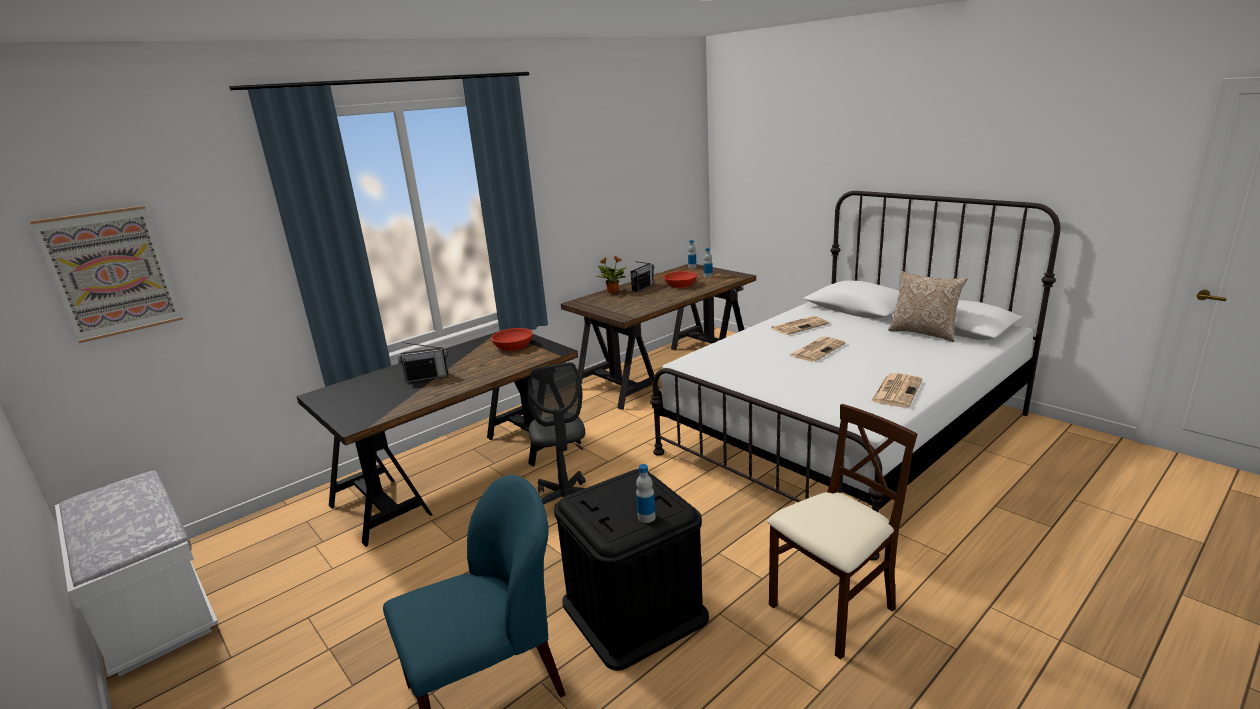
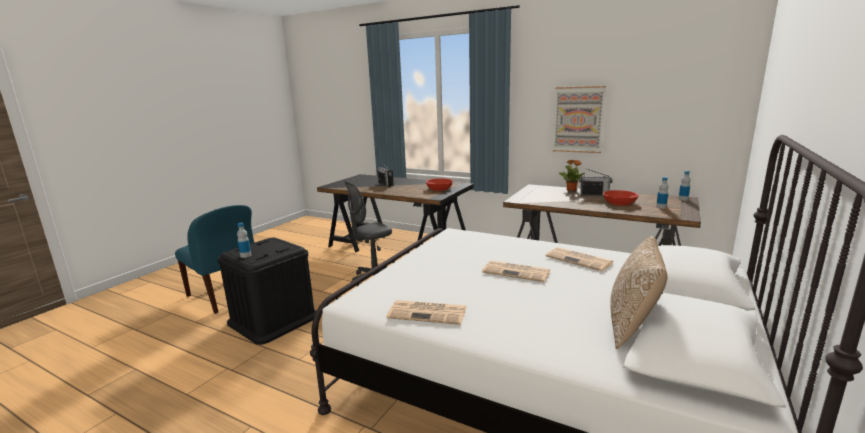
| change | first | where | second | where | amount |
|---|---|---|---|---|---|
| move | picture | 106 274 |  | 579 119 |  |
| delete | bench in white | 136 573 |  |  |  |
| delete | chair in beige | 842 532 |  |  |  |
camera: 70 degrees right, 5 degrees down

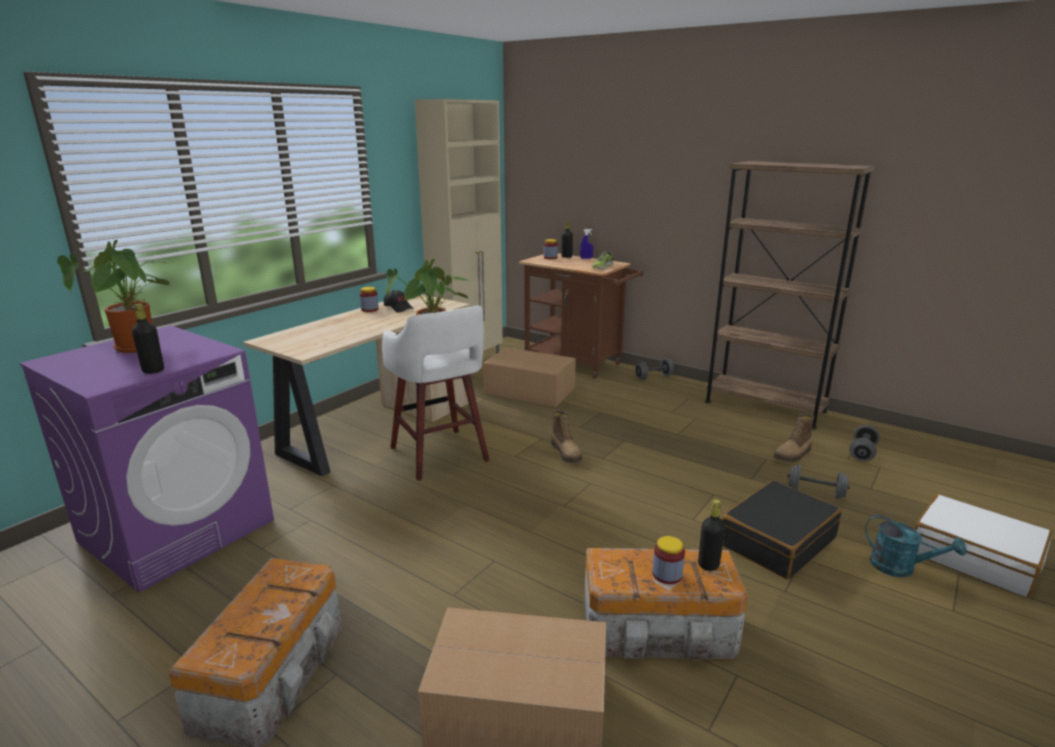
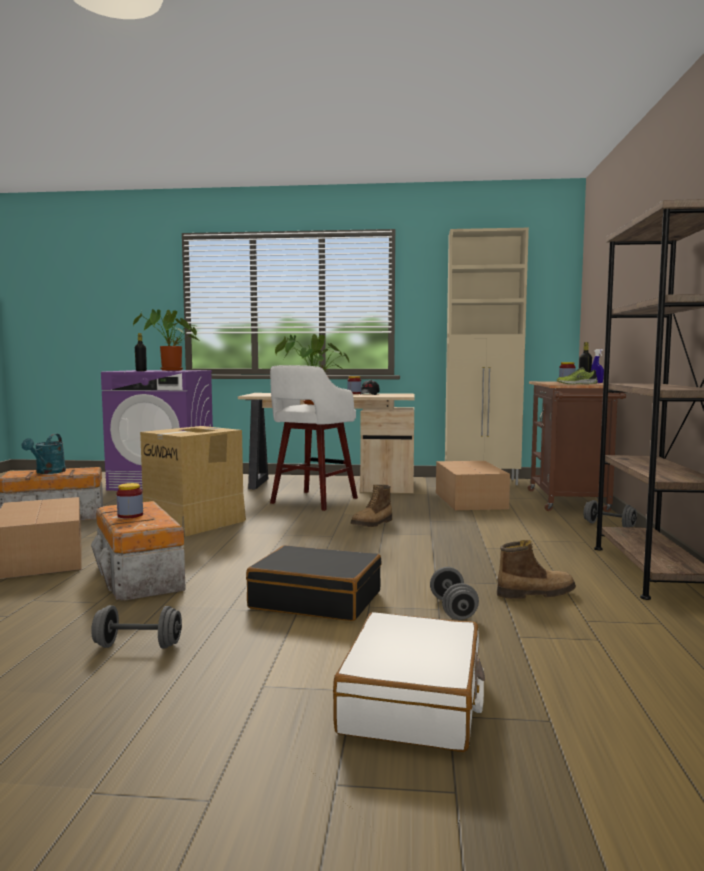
| change | first | where | second | where | amount |
|---|---|---|---|---|---|
| move | watering can in turquoise | 915 546 |  | 44 454 |  |
| move | dumbbell in grey | 864 443 |  | 136 627 |  |
| insert |  |  | cardboard box | 193 481 |  |
| rotate | boot | 793 437 |  | 536 569 | 150 degrees clockwise |
| delete | bottle in black | 711 535 |  |  |  |
camera: 60 degrees right, 15 degrees down

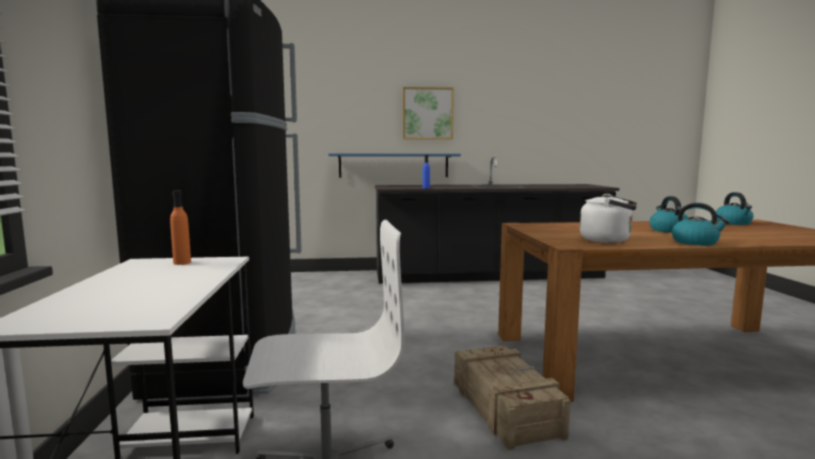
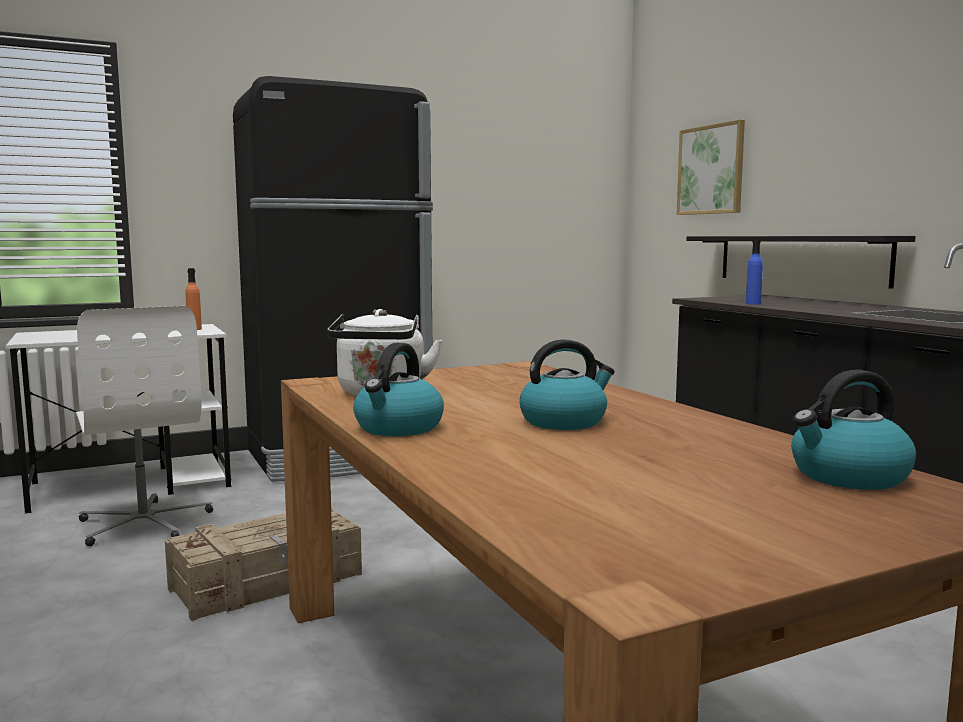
| change | first | where | second | where | amount |
|---|---|---|---|---|---|
| move | picture | 428 113 |  | 711 167 |  |
| recolor | shelf in blue | 394 166 | shelf in black | 801 262 |  |
camera: 70 degrees right, 0 degrees up

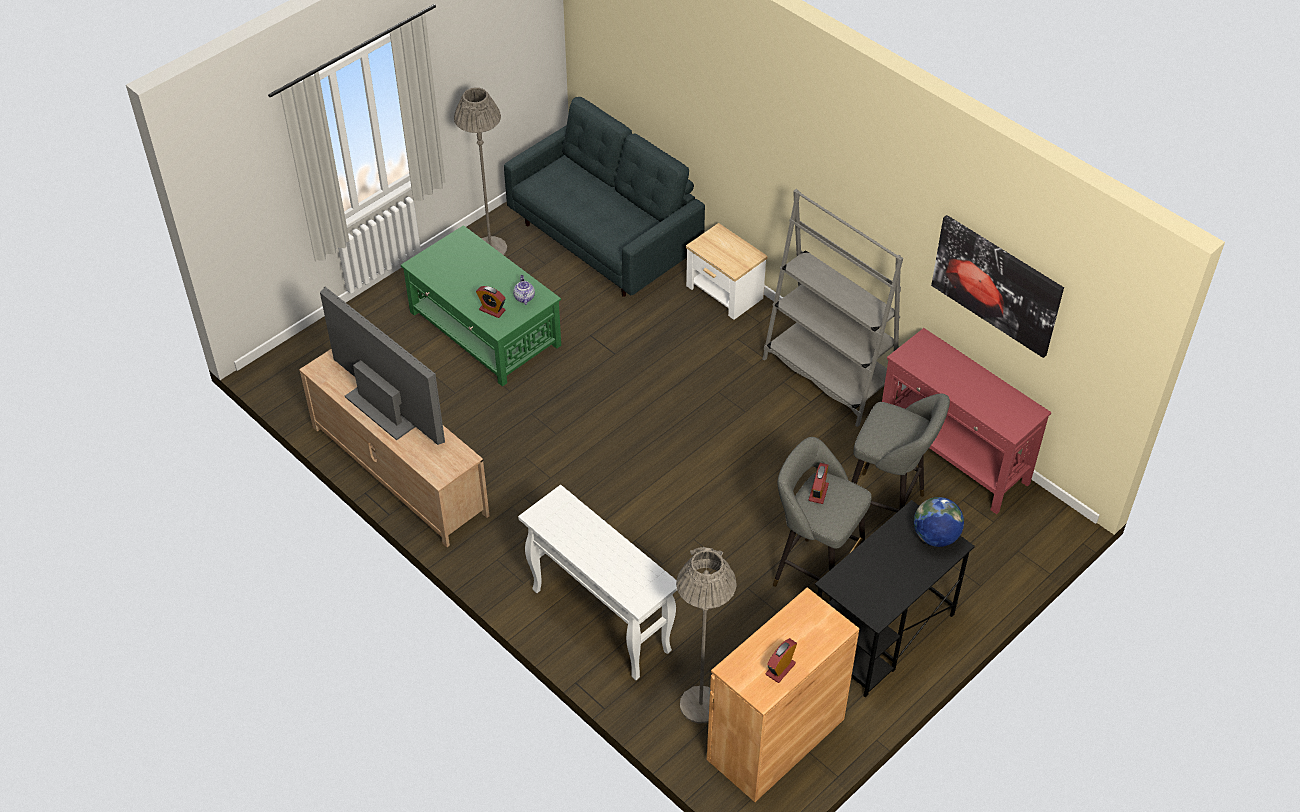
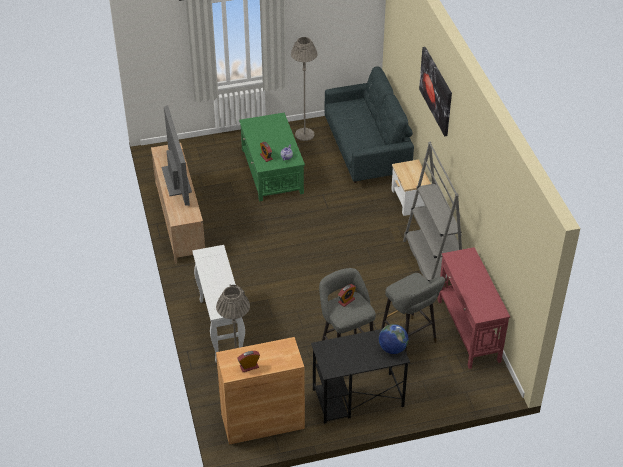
| change | first | where | second | where | amount |
|---|---|---|---|---|---|
| move | picture | 997 286 |  | 435 91 |  |
camera: 30 degrees right, 5 degrees down

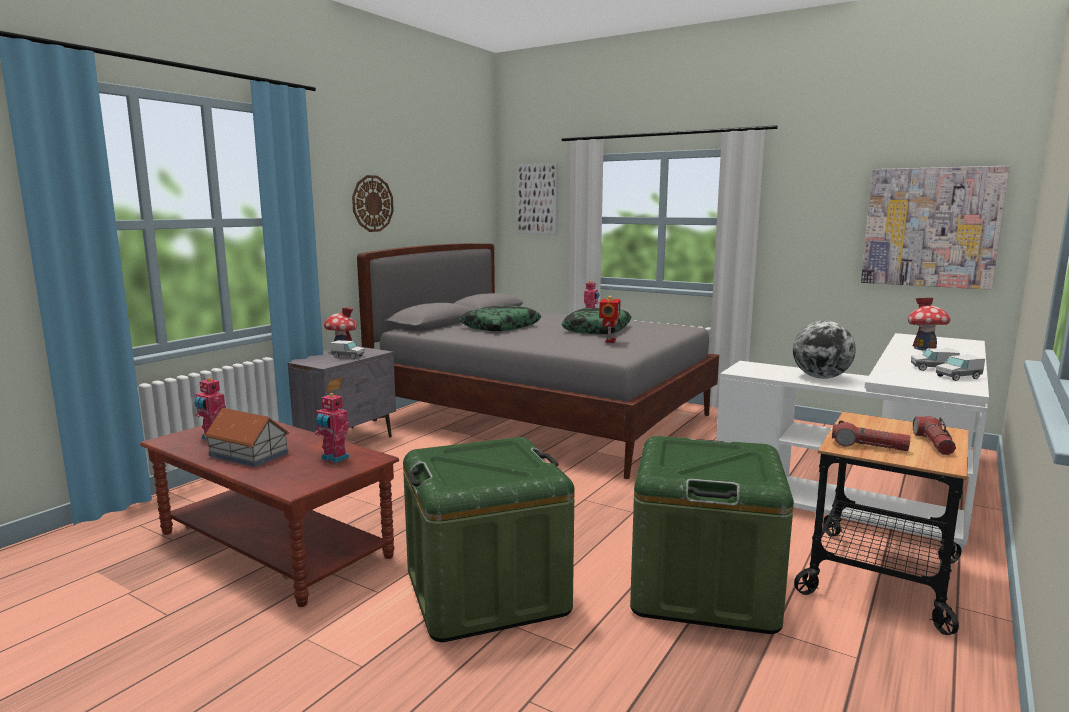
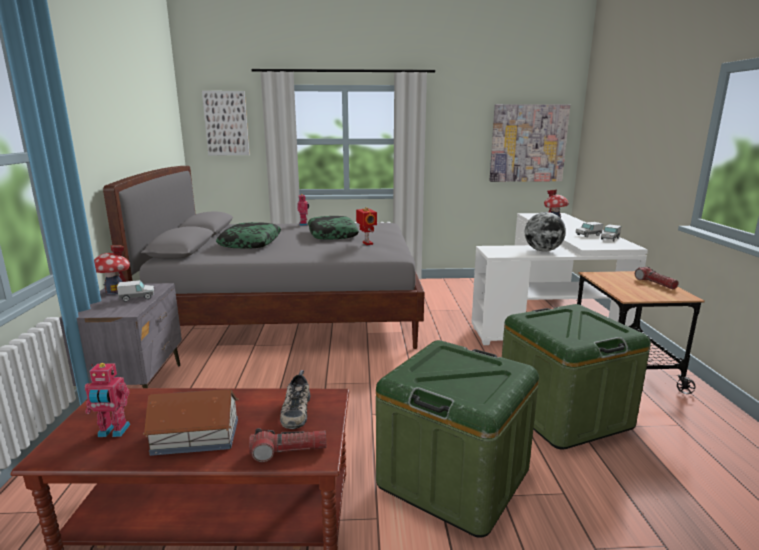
| change | first | where | second | where | amount |
|---|---|---|---|---|---|
| move | flashlight | 871 436 |  | 287 445 |  |
| replace | toy robot | 332 428 | shoe | 295 399 |  |
| delete | wall clock | 373 203 |  |  |  |
camera: 35 degrees left, 5 degrees up

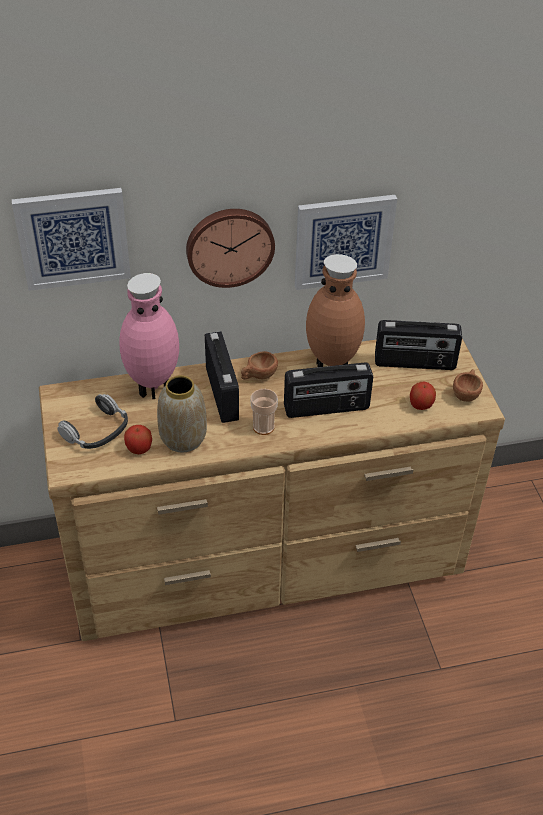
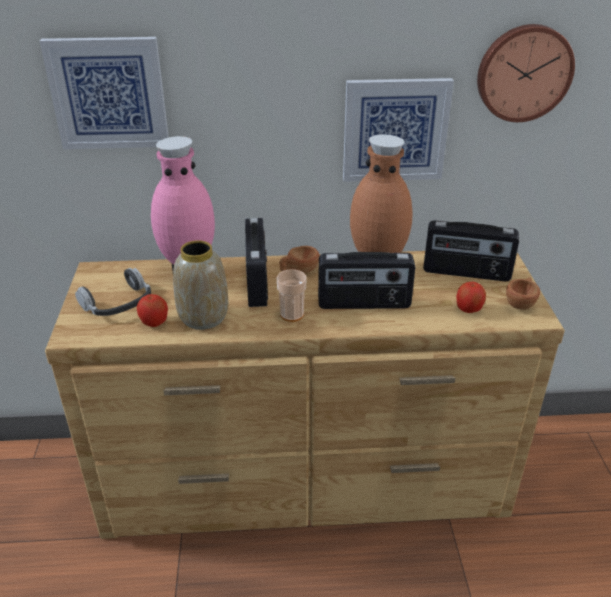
| change | first | where | second | where | amount |
|---|---|---|---|---|---|
| move | wall clock | 230 248 |  | 526 73 |  |
camera: 10 degrees right, 10 degrees down

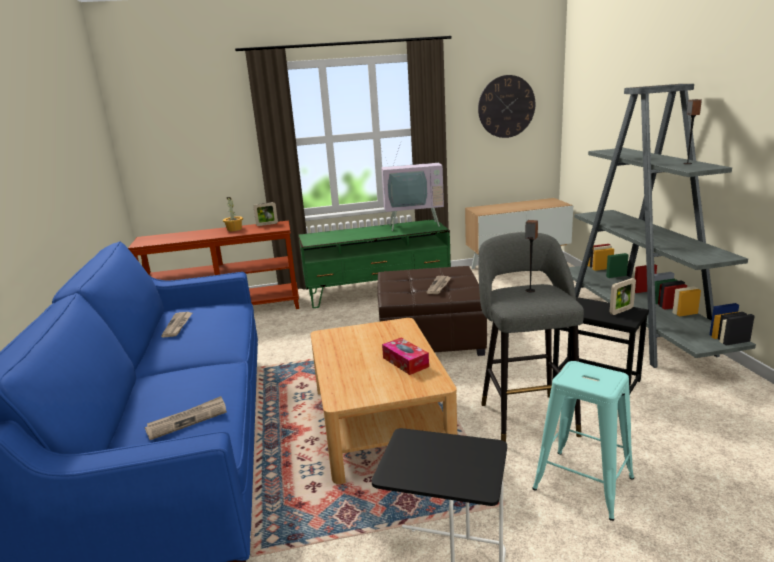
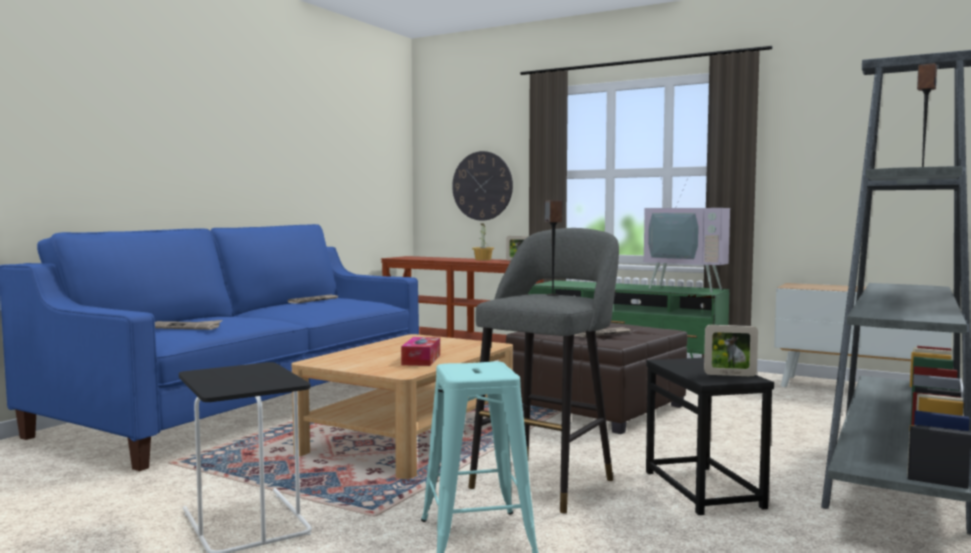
| change | first | where | second | where | amount |
|---|---|---|---|---|---|
| move | wall clock | 506 106 |  | 482 185 |  |
camera: 40 degrees right, 15 degrees down

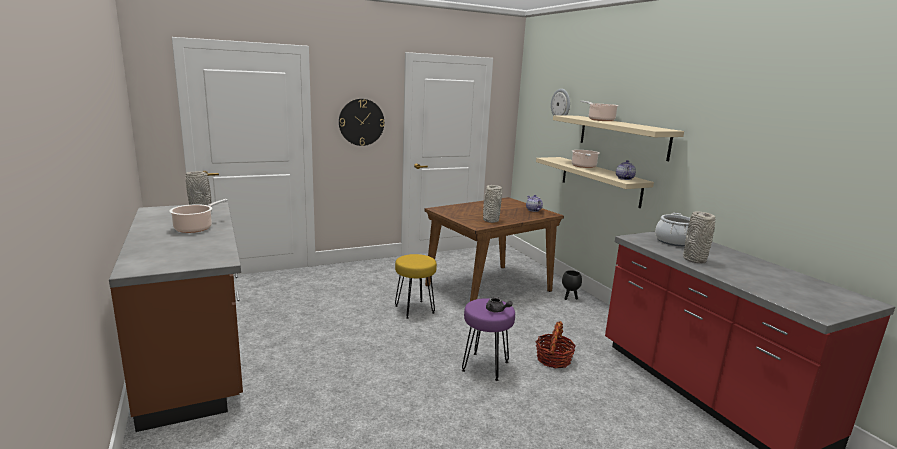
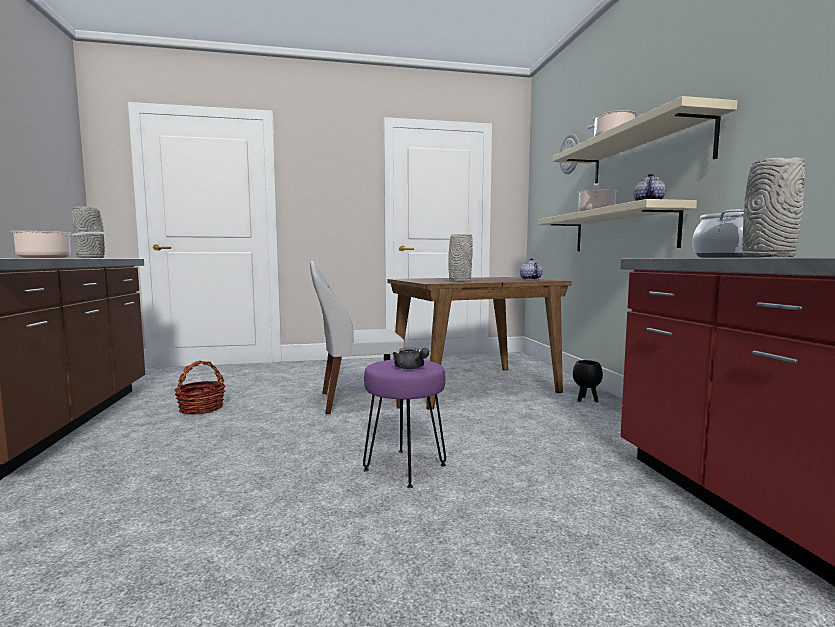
| change | first | where | second | where | amount |
|---|---|---|---|---|---|
| move | basket | 556 344 |  | 200 387 |  |
| replace | stool in yellow | 416 286 | chair in white | 357 337 |  |
| delete | wall clock | 361 122 |  |  |  |
camera: 15 degrees right, 10 degrees down

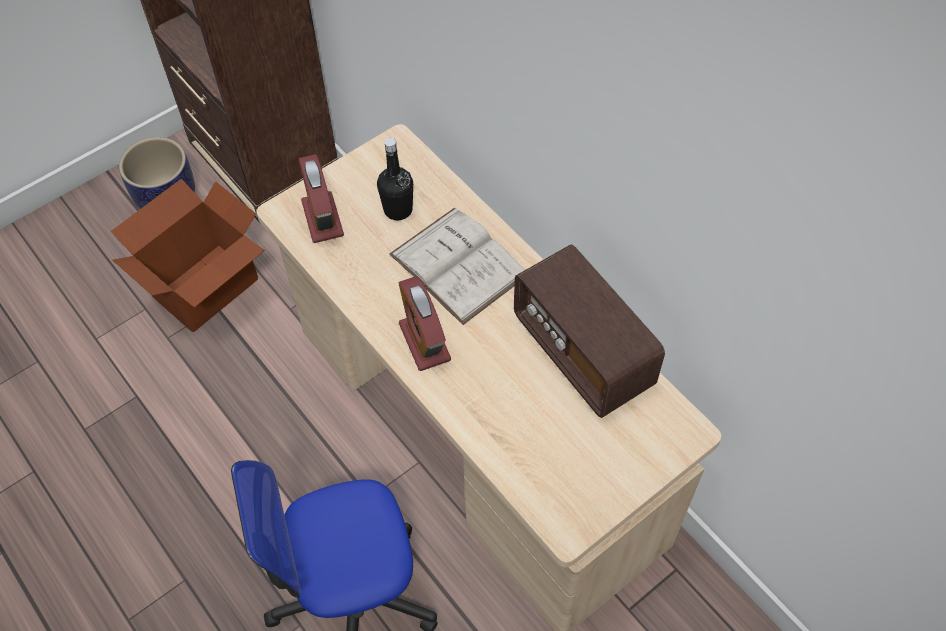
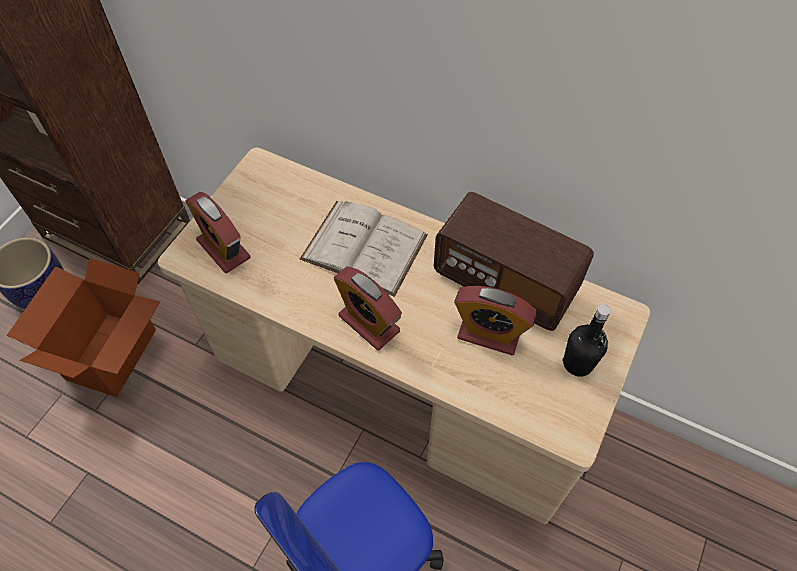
| change | first | where | second | where | amount |
|---|---|---|---|---|---|
| insert |  |  | alarm clock | 495 320 |  |
| move | bottle in black | 395 179 |  | 586 340 |  |
camera: 25 degrees left, 0 degrees up

